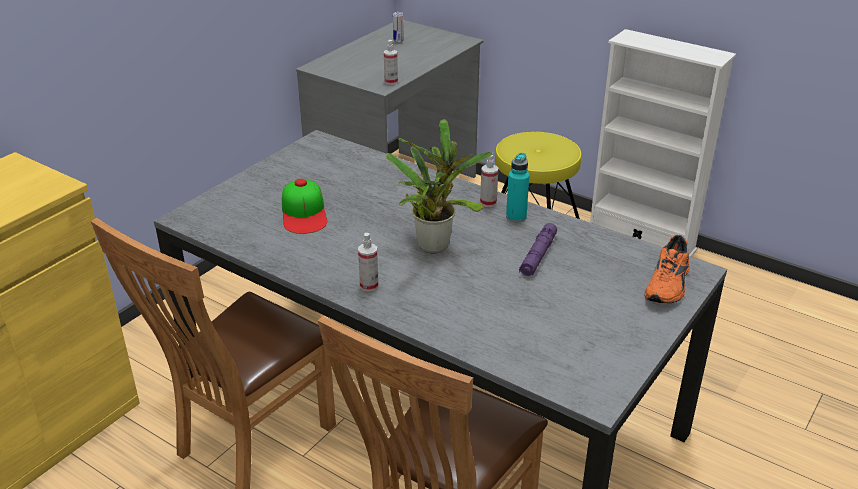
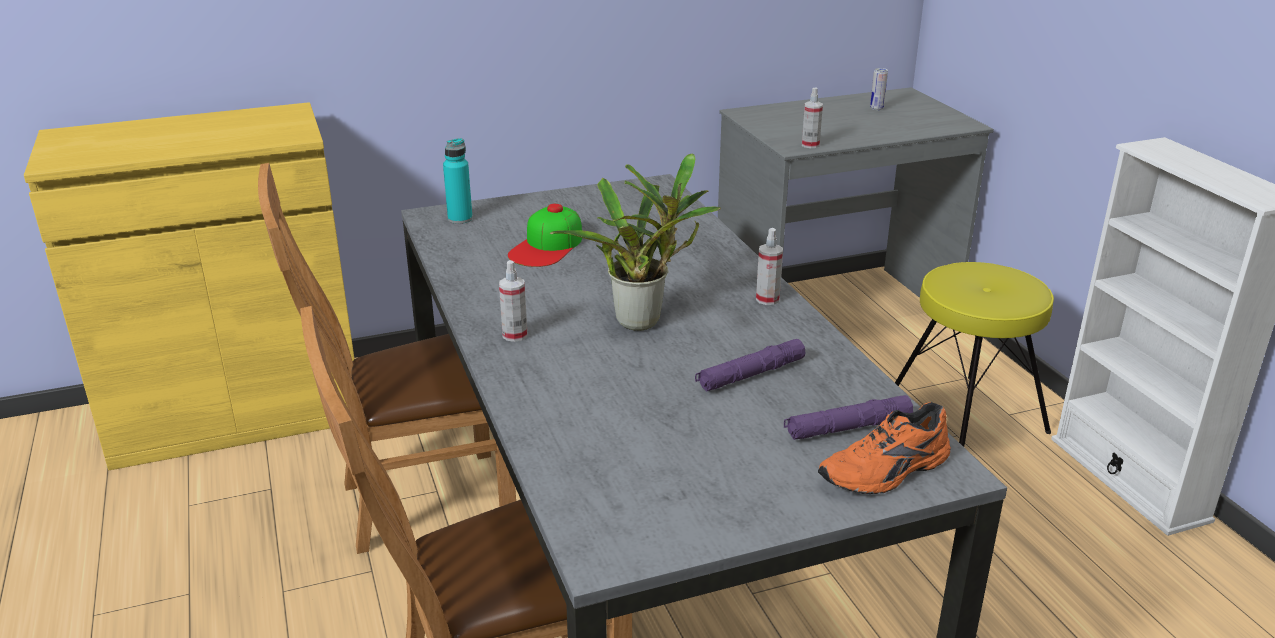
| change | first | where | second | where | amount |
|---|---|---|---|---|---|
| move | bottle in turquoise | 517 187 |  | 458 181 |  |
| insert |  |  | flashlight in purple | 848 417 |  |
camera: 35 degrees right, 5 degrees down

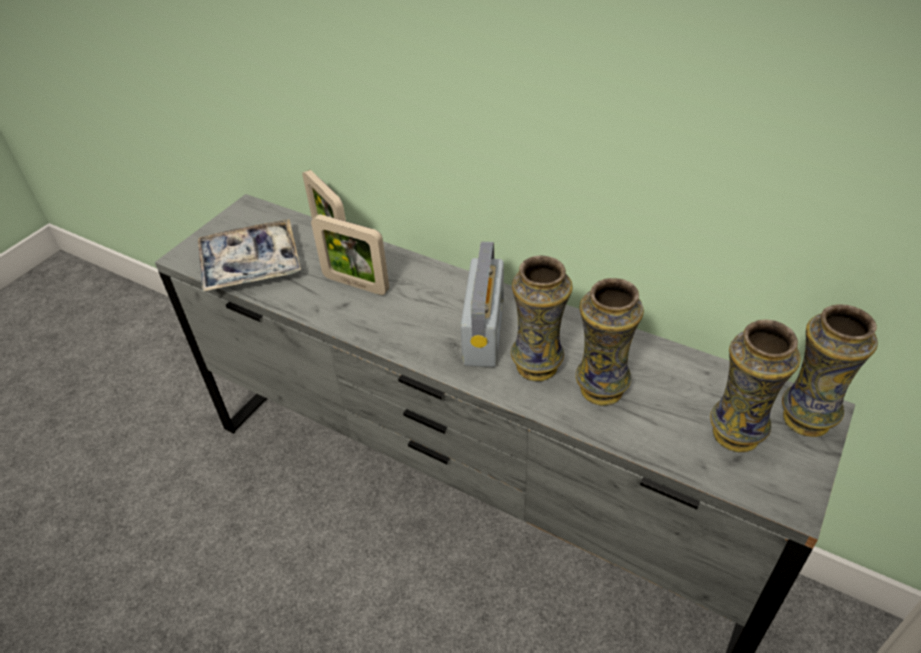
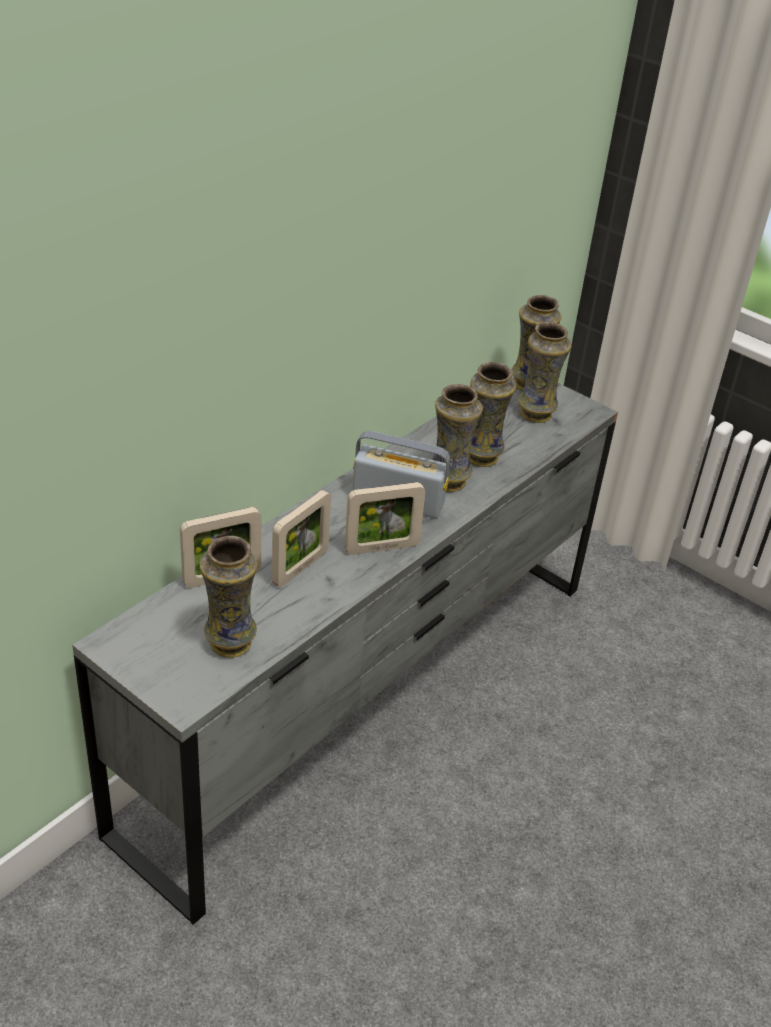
| change | first | where | second | where | amount |
|---|---|---|---|---|---|
| replace | tray | 249 255 | vase | 228 597 |  |
| insert |  |  | picture frame | 385 518 |  |
camera: 85 degrees left, 5 degrees down

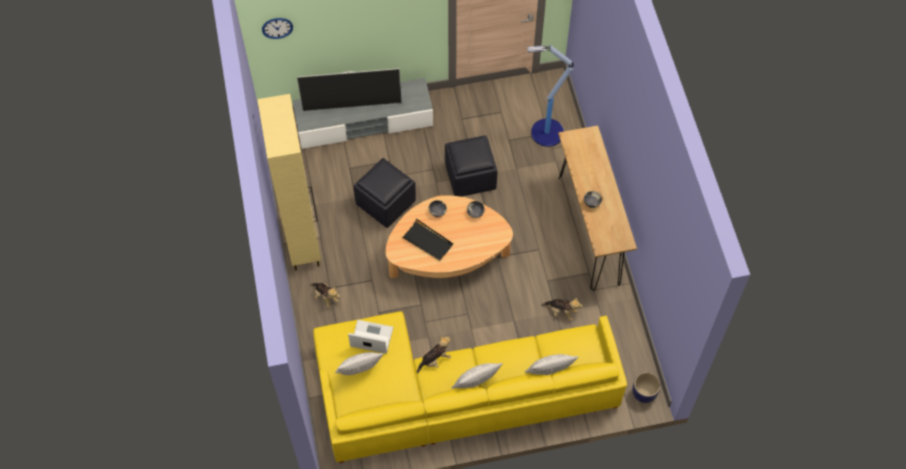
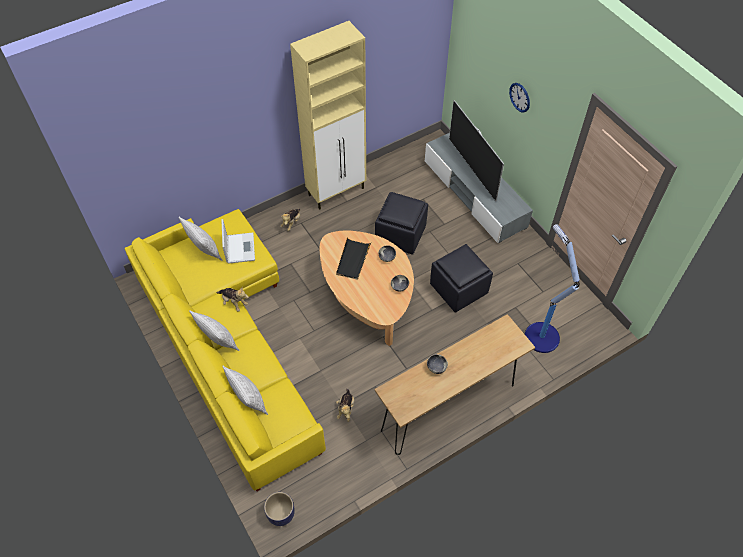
| change | first | where | second | where | amount |
|---|---|---|---|---|---|
| move | wall clock | 277 28 |  | 519 98 |  |
camera: 70 degrees right, 5 degrees down

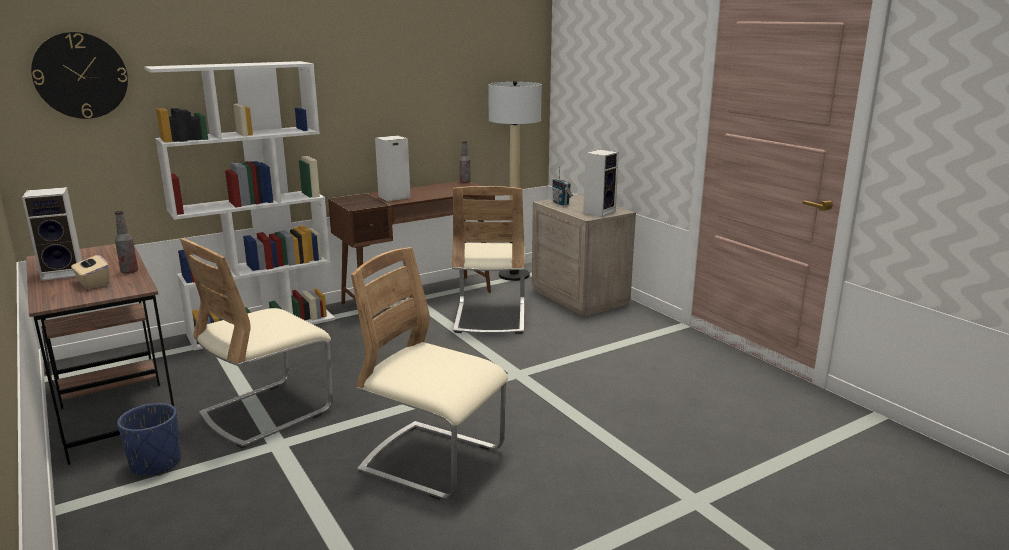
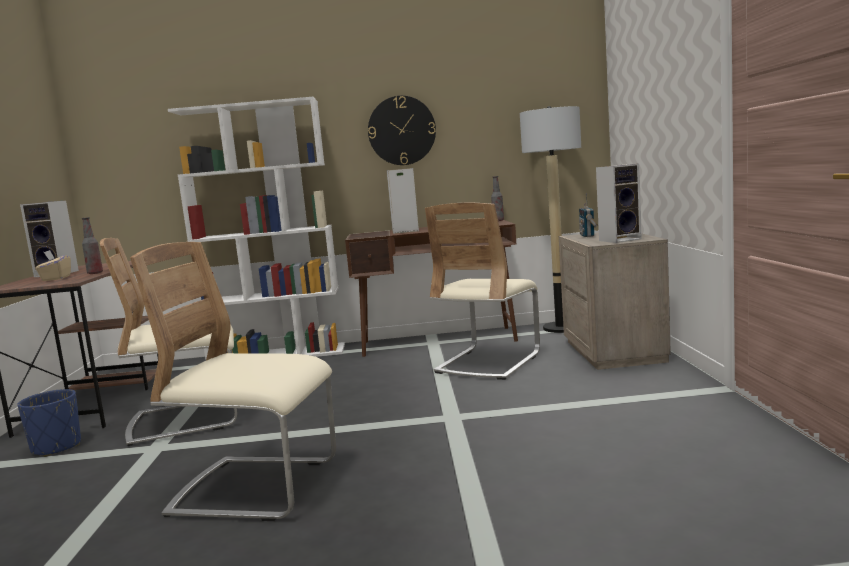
| change | first | where | second | where | amount |
|---|---|---|---|---|---|
| rotate | chair in beige | 429 373 |  | 233 381 | 45 degrees counterclockwise |
| move | wall clock | 79 75 |  | 402 130 |  |
camera: 30 degrees right, 10 degrees down

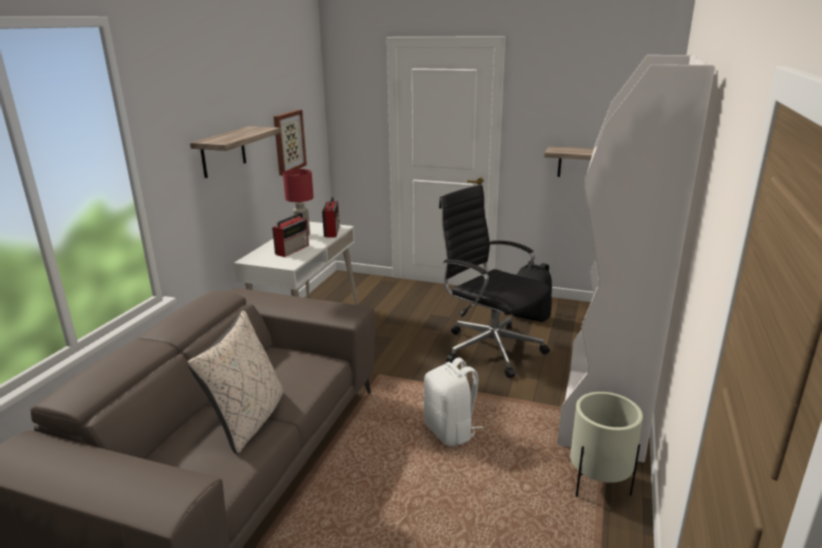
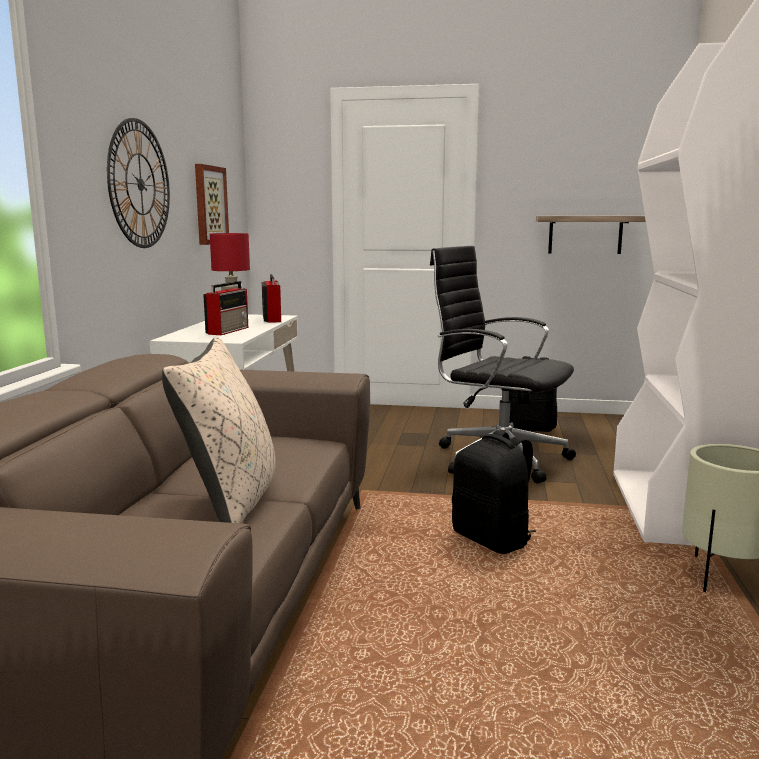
| change | first | where | second | where | amount |
|---|---|---|---|---|---|
| replace | shelf | 235 152 | wall clock | 138 183 |  |
| recolor | backpack in white | 453 402 | backpack in black | 494 492 |  |
camera: 10 degrees left, 10 degrees down

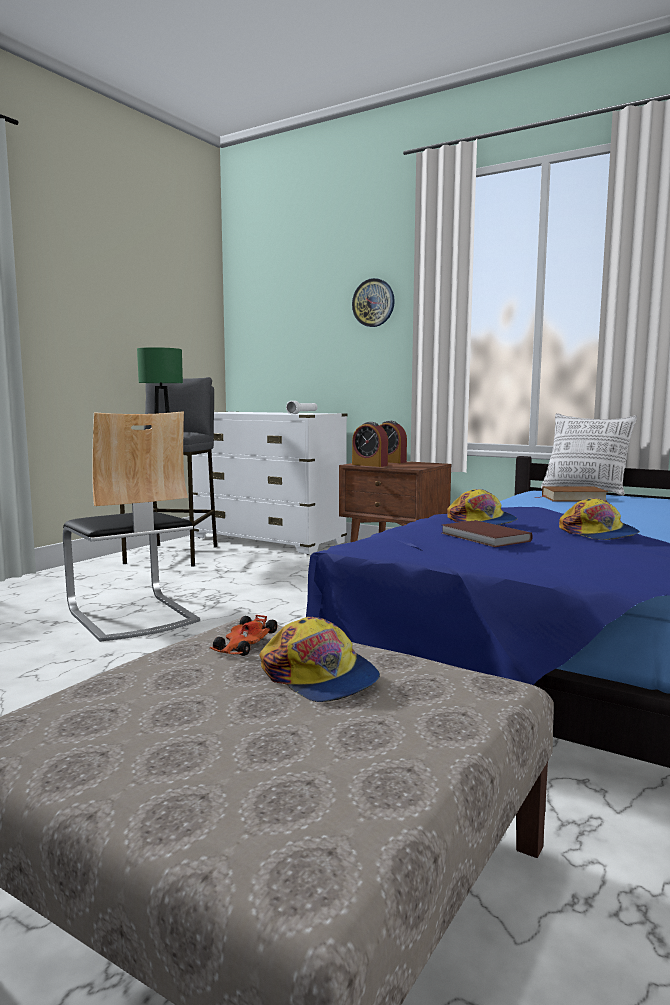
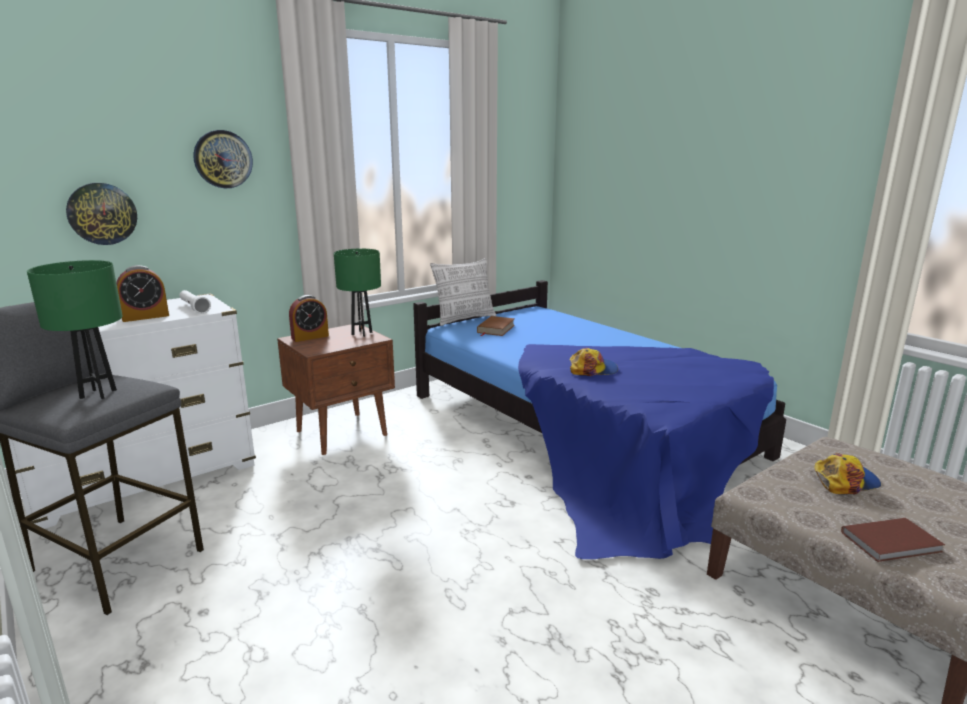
| change | first | where | second | where | amount |
|---|---|---|---|---|---|
| insert |  |  | wall clock | 101 214 |  |
| move | alarm clock | 370 444 |  | 142 293 |  |
| insert |  |  | table lamp in green | 357 293 |  |
| move | book in brown | 487 533 |  | 893 540 |  |
| delete | chair | 131 526 |  |  |  |
| delete | toy car | 243 635 |  |  |  |
| delete | cap | 599 519 |  |  |  |
camera: 70 degrees left, 10 degrees up

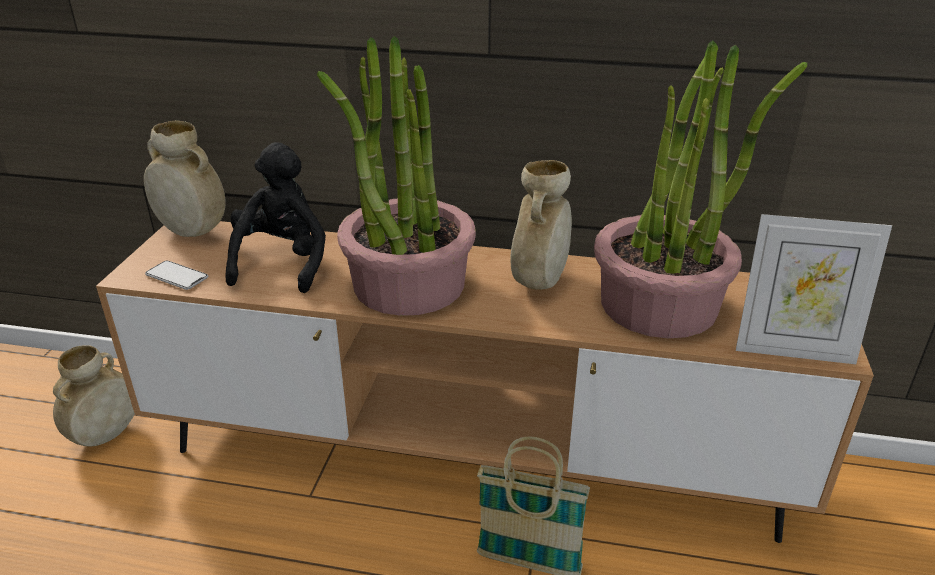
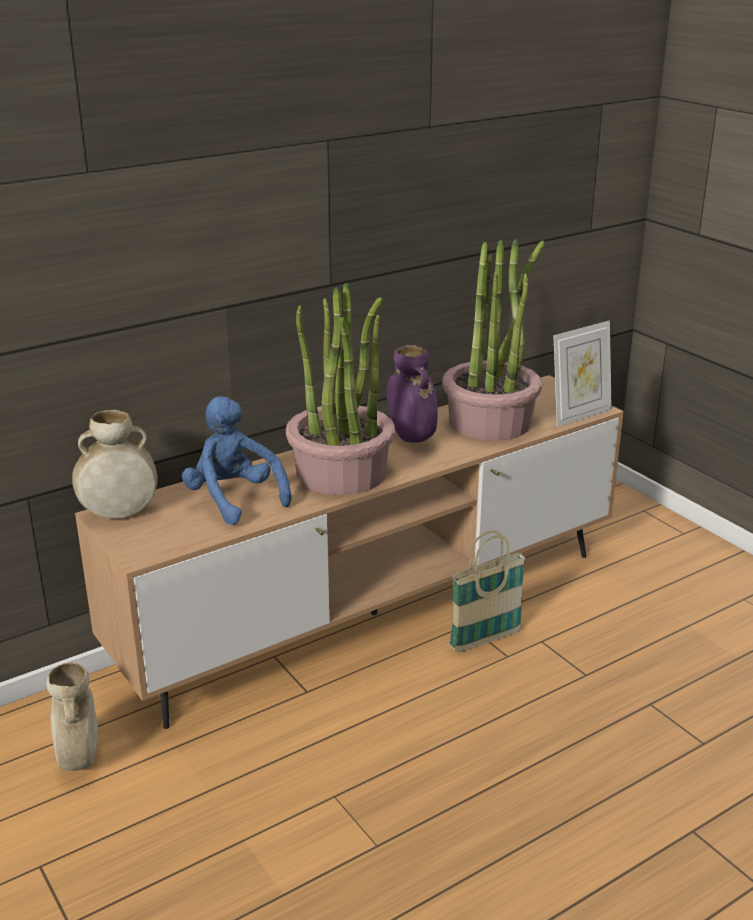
| change | first | where | second | where | amount |
|---|---|---|---|---|---|
| recolor | plush toy in black | 276 217 | plush toy in blue | 236 460 |  |
| recolor | vase in beige | 541 225 | vase in purple | 412 394 |  |
| delete | phone | 176 275 |  |  |  |
camera: 45 degrees left, 5 degrees down

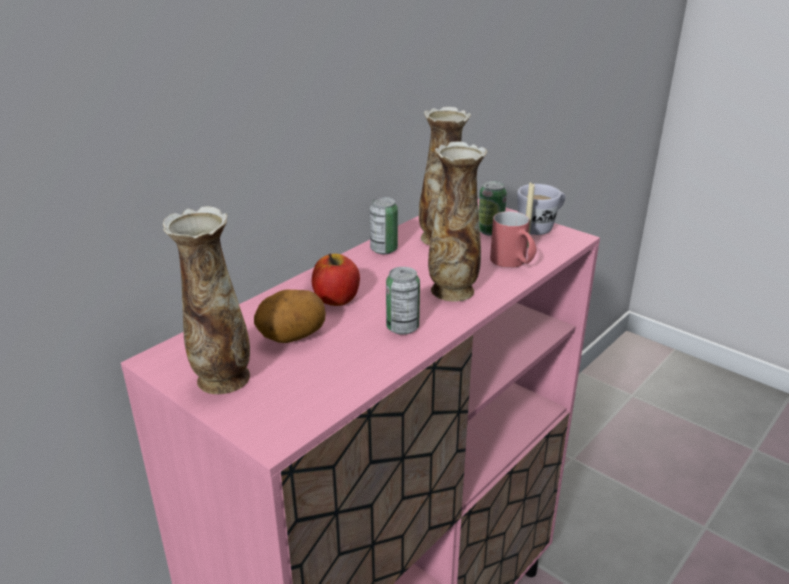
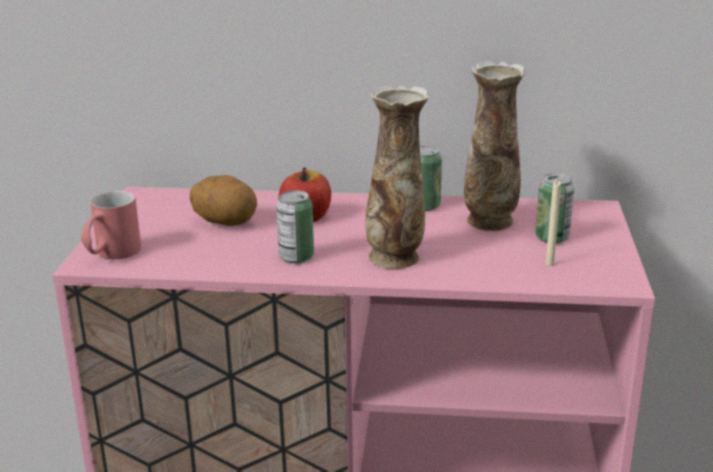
| change | first | where | second | where | amount |
|---|---|---|---|---|---|
| move | mug in red | 513 239 |  | 111 225 |  |
| delete | vase | 206 300 |  |  |  |
| delete | mug in white | 541 209 |  |  |  |
camera: 55 degrees right, 5 degrees down

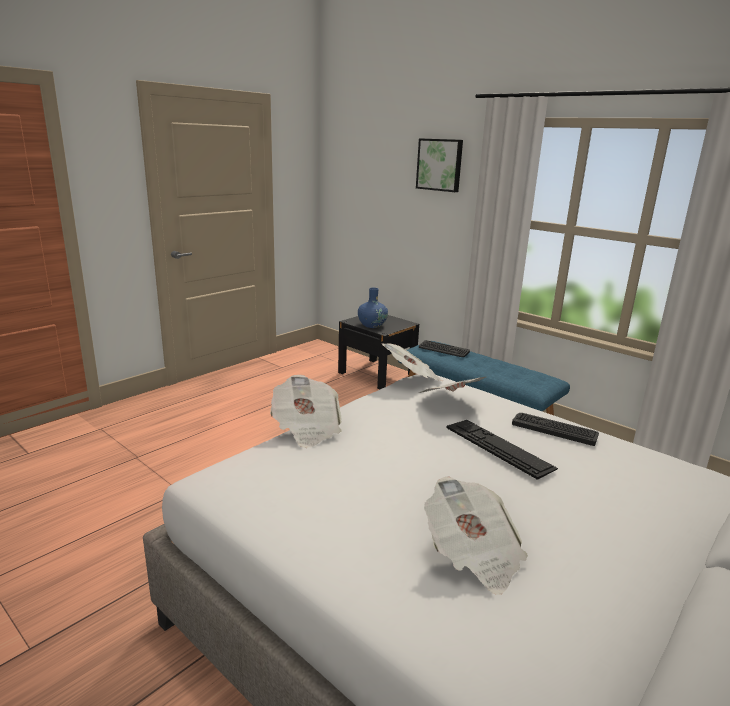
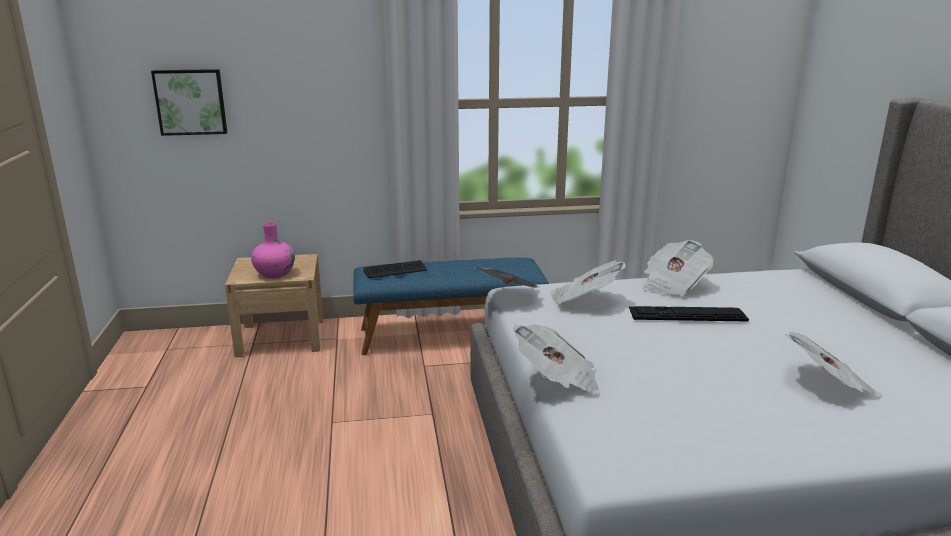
| change | first | where | second | where | amount |
|---|---|---|---|---|---|
| move | picture | 439 165 |  | 189 102 |  |
| recolor | nightstand in black | 378 352 | nightstand in beige | 274 305 |  |
| recolor | vase in blue | 373 308 | vase in pink | 273 250 |  |
| replace | keyboard | 555 429 | newspaper | 678 267 |  |
camera: 50 degrees left, 0 degrees up

